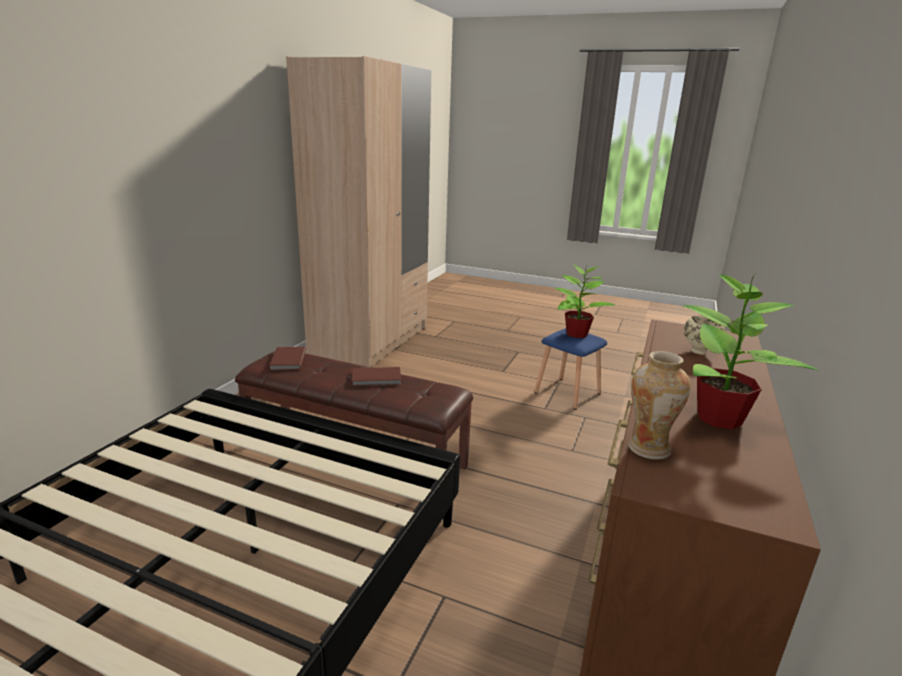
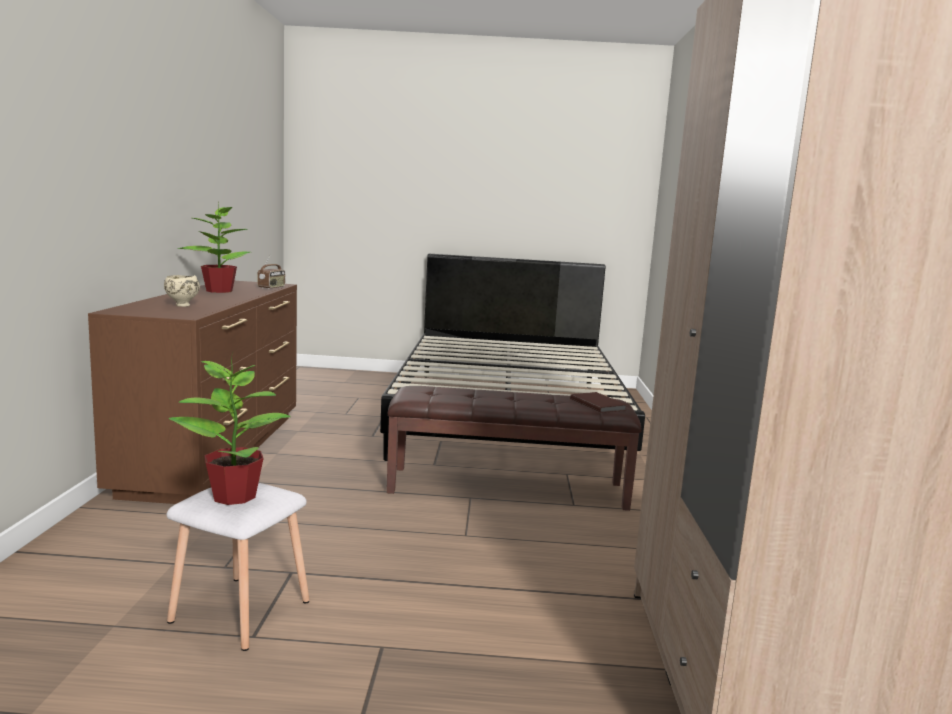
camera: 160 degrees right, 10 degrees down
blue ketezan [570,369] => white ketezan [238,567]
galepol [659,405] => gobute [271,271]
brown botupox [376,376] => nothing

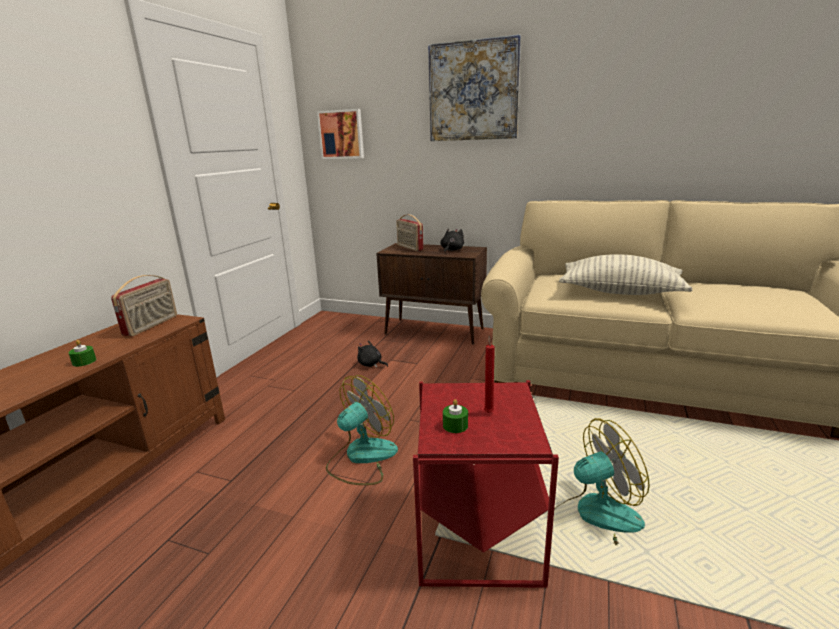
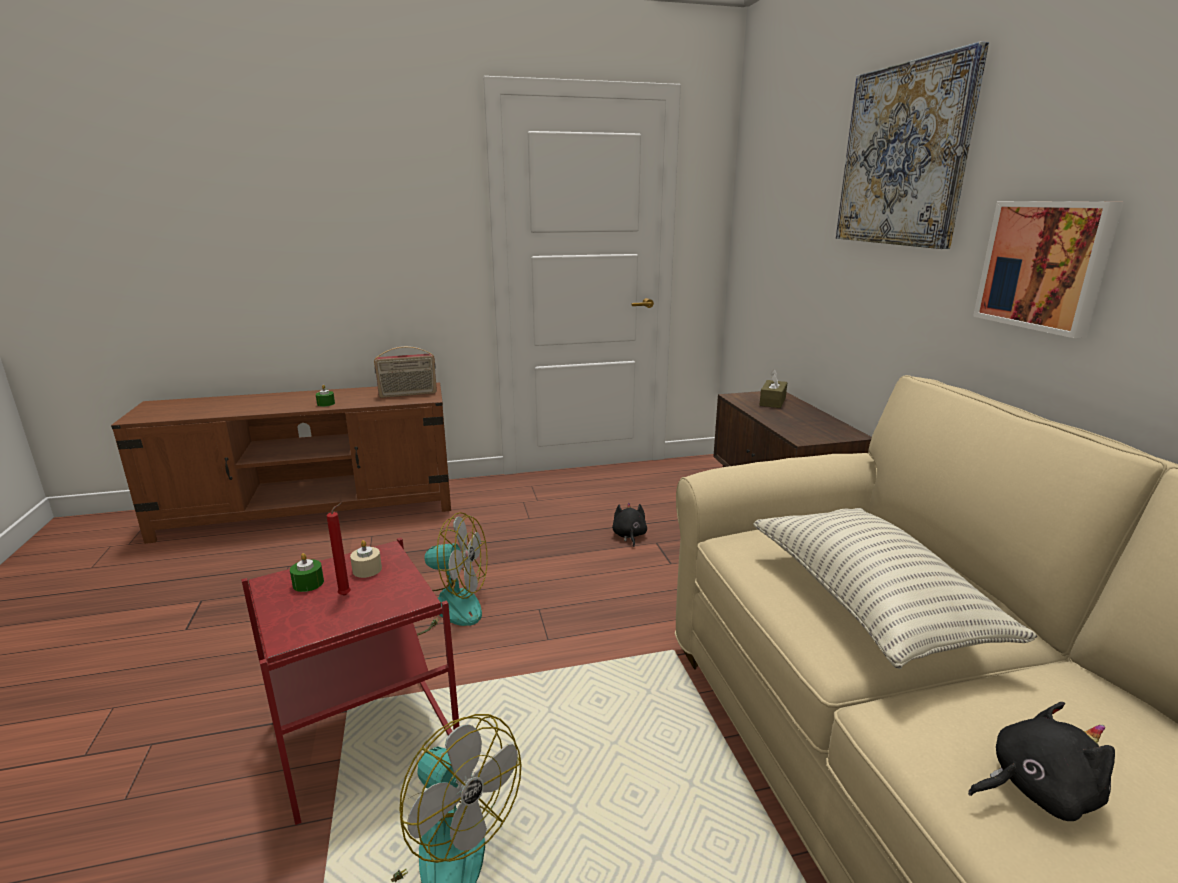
camera: 55 degrees right, 0 degrees up
nothing => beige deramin [366,559]
gobute [410,232] => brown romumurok [773,388]
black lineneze [452,240] => black lineneze [1041,761], relocated
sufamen [340,134] => sufamen [1048,269], relocated

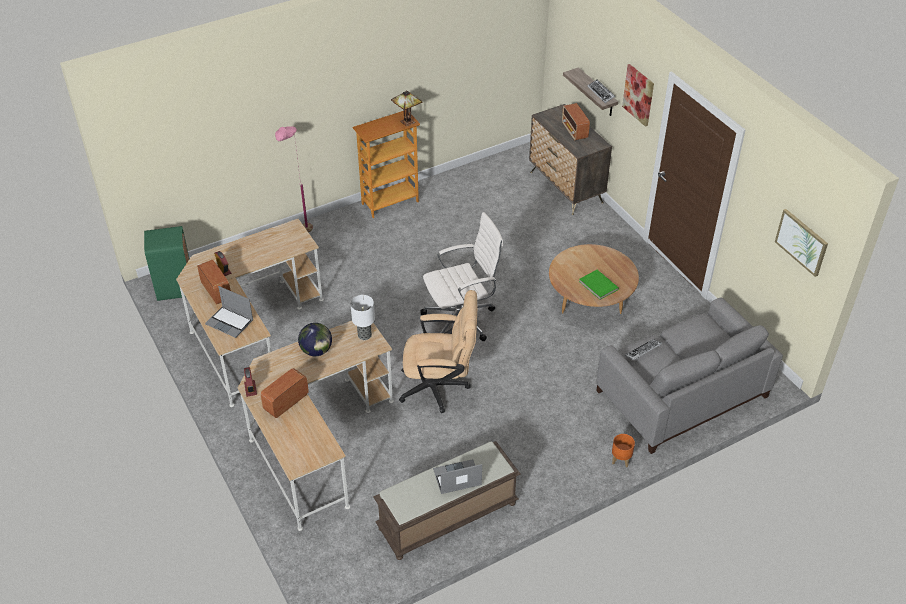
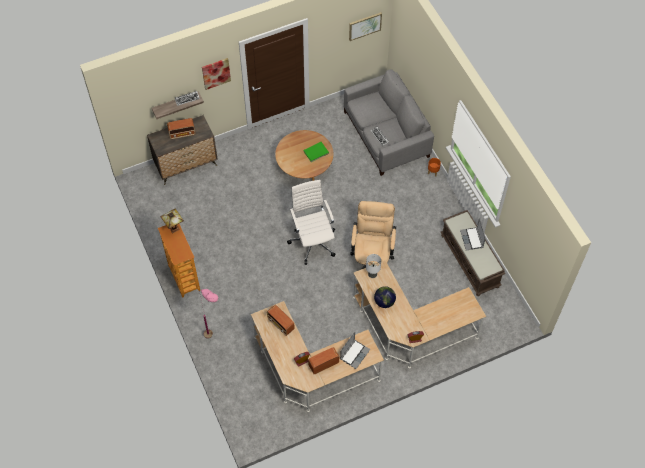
camera: 85 degrees left, 15 degrees up
gobute [284,393] => gobute [281,320], relocated
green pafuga [167,263] => nothing

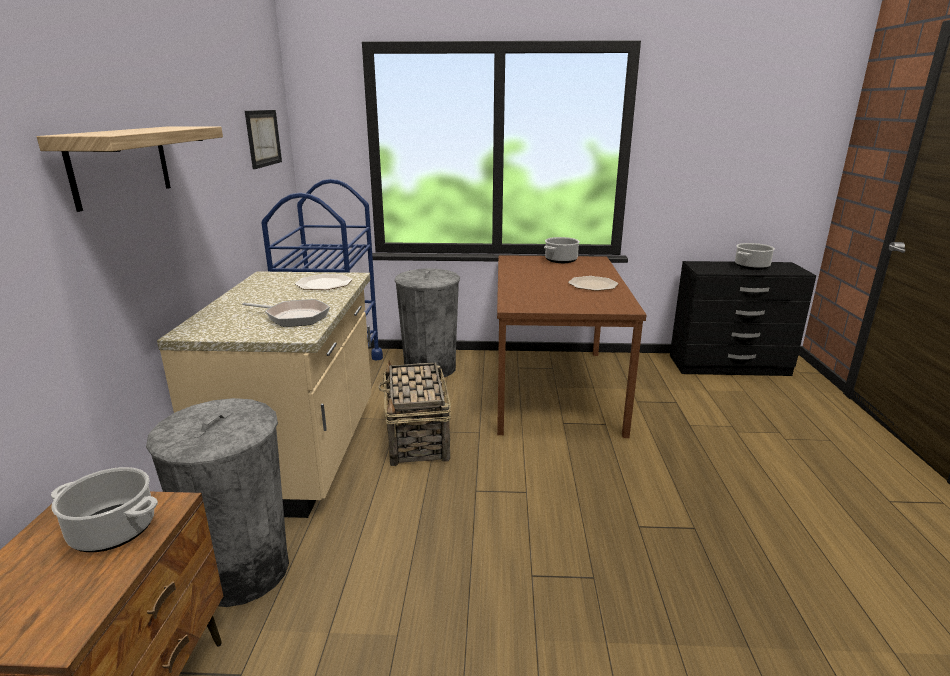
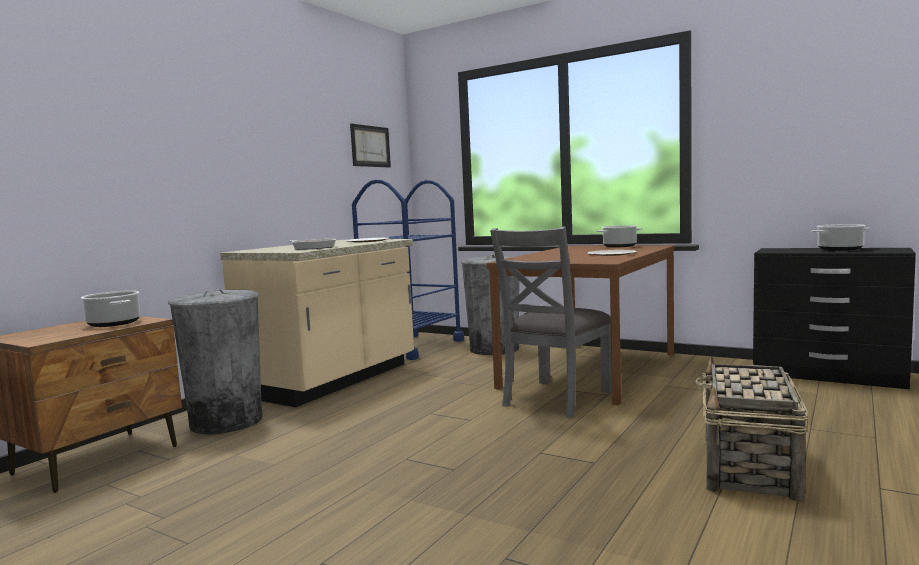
camera: 30 degrees right, 15 degrees down
nothing => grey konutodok [551,322]
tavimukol [414,413] => tavimukol [751,428], relocated
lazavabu [130,169] => nothing

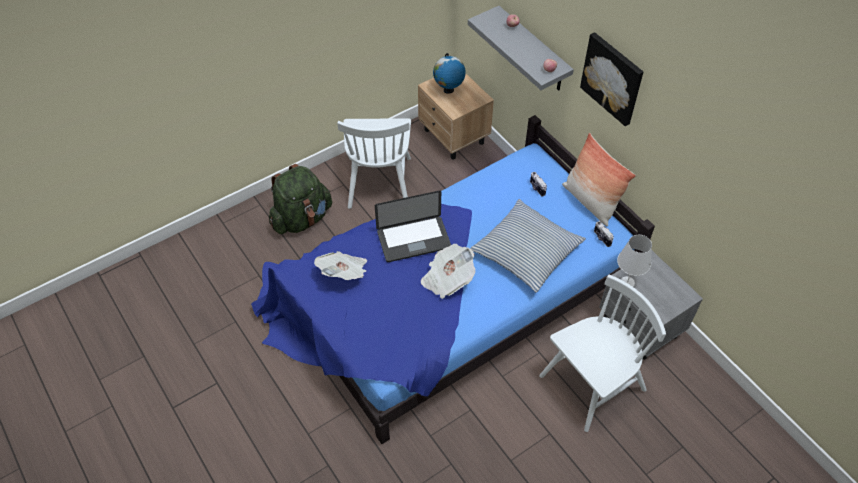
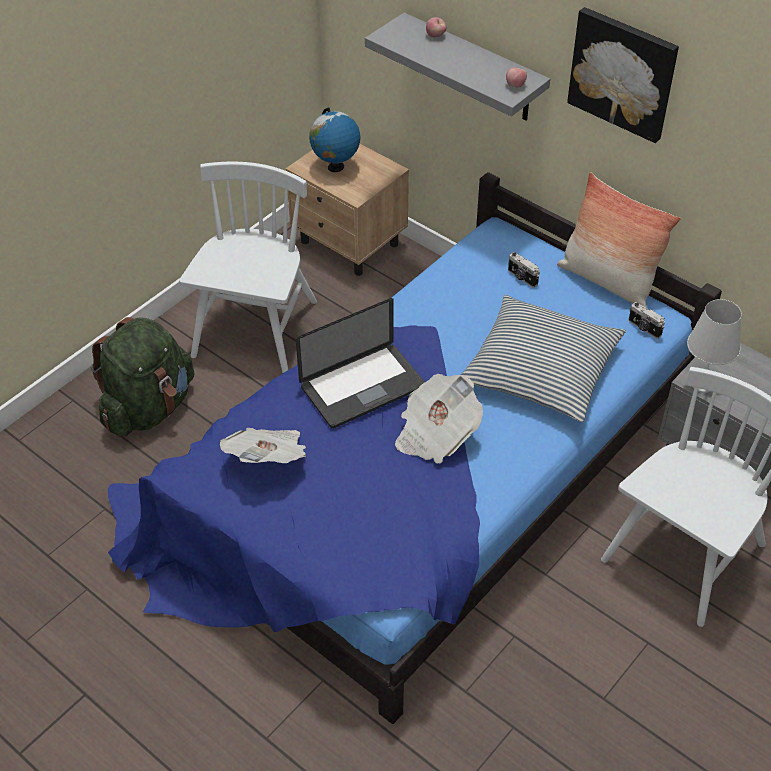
camera: 15 degrees left, 5 degrees down
white konutodok [374,163] => white konutodok [248,267], 150 degrees counterclockwise

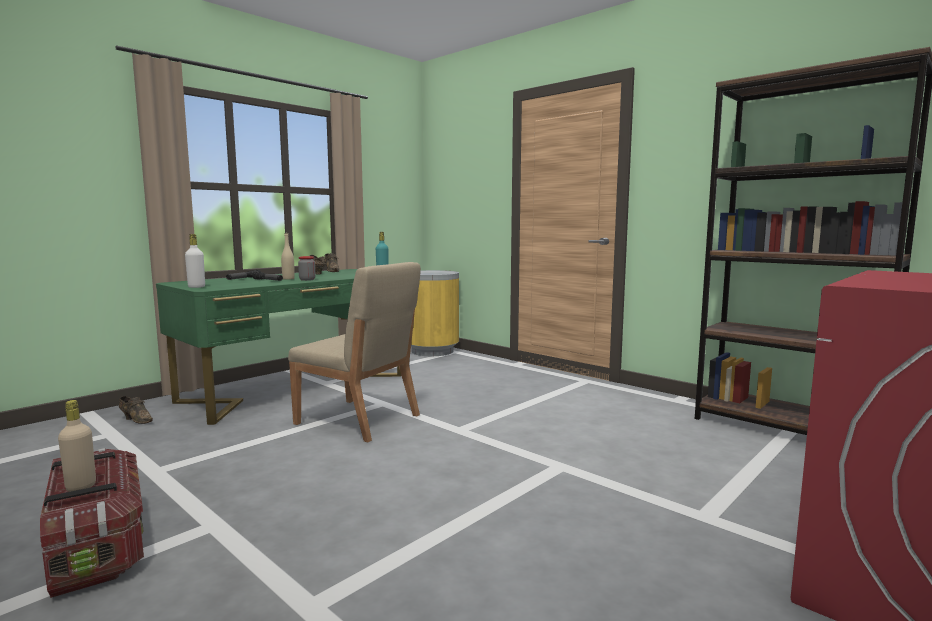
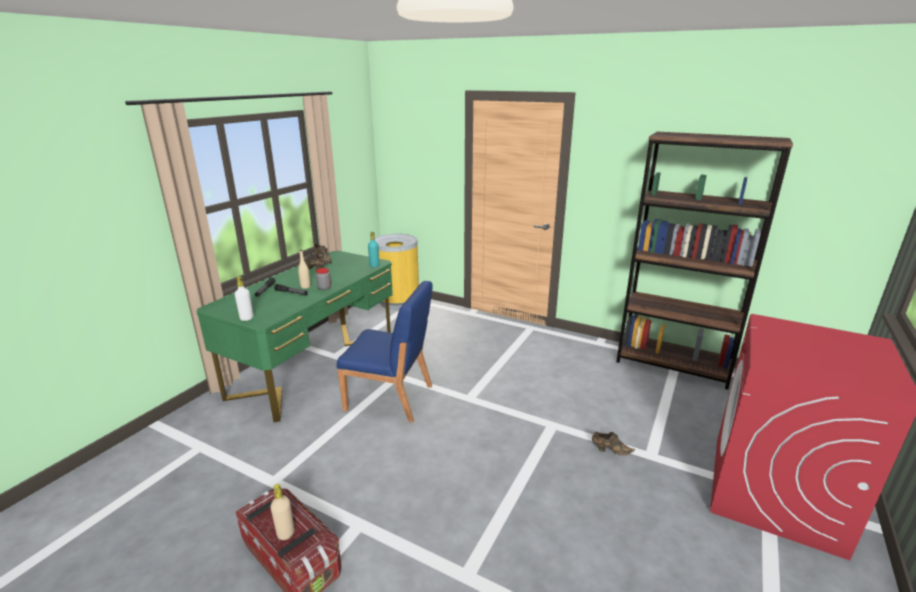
camera: 15 degrees left, 15 degrees up
beige konutodok [354,352] => blue konutodok [384,352]
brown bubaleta [136,410] => brown bubaleta [613,443], relocated

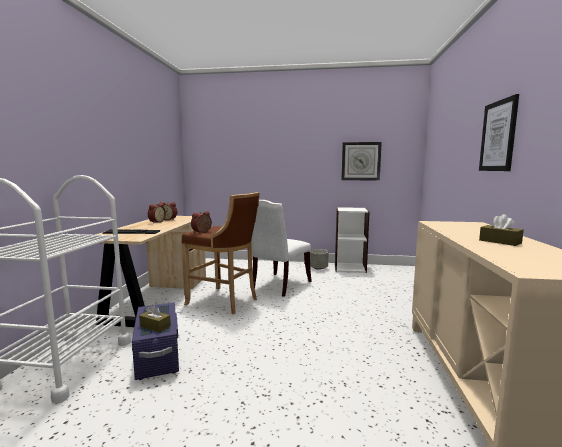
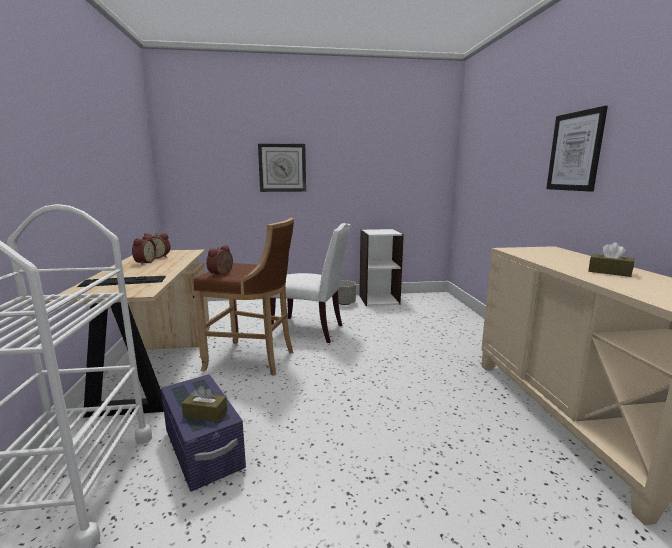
camera: 15 degrees left, 5 degrees up
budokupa [362,161] => budokupa [282,167], relocated
white konutodok [281,248] => white konutodok [310,283], 90 degrees counterclockwise

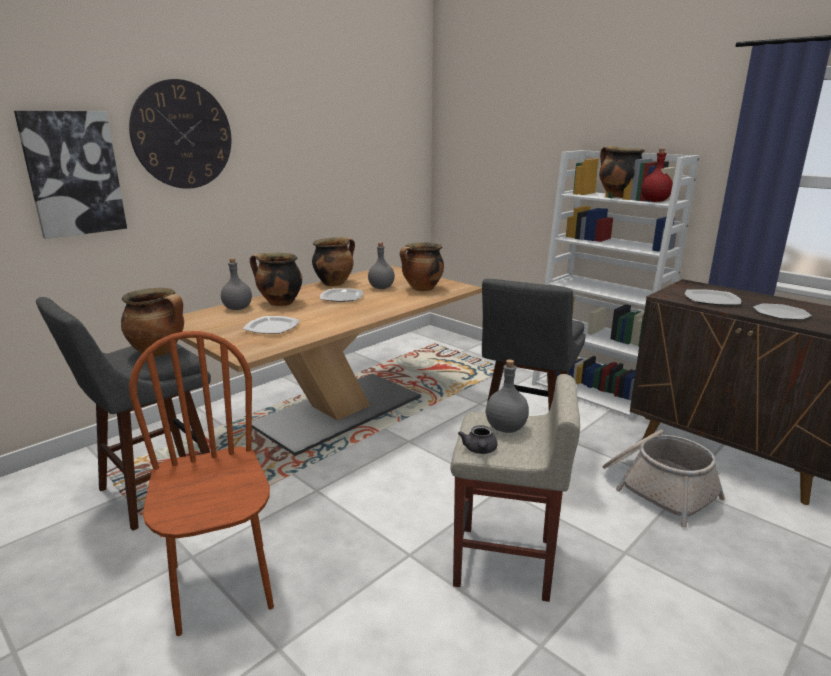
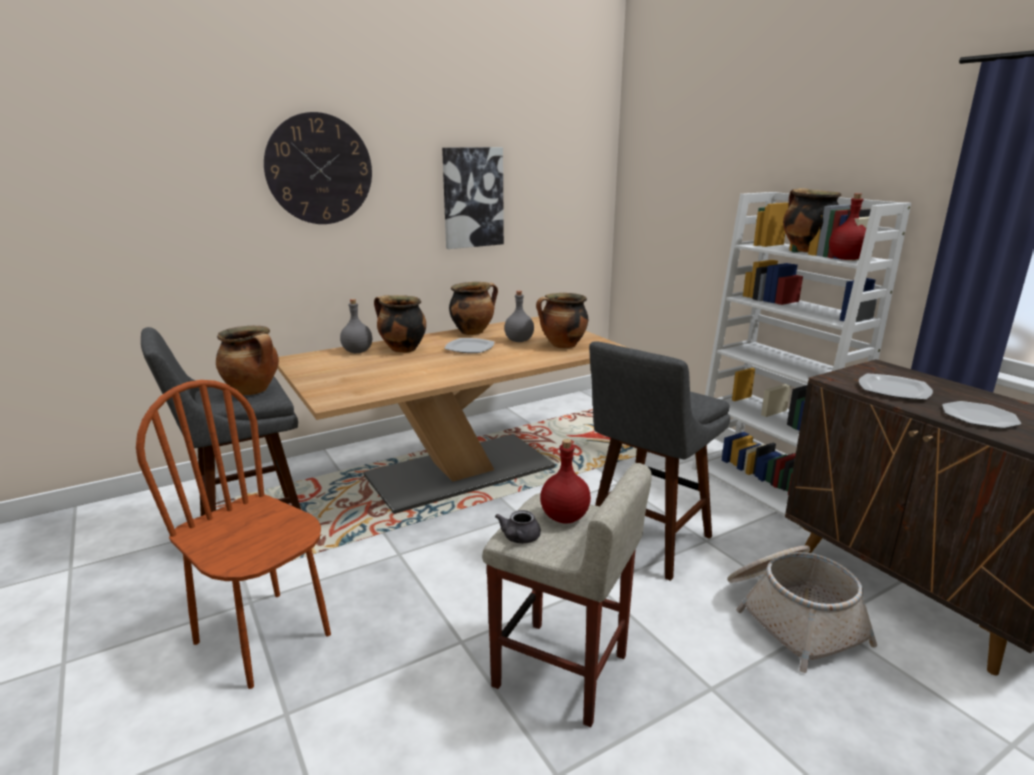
camera: 15 degrees right, 0 degrees up
brown konutodok [201,483] => brown konutodok [233,534], 45 degrees counterclockwise
sufamen [70,175] => sufamen [473,198], relocated
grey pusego [507,396] => red pusego [565,481]
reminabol [271,325] => nothing

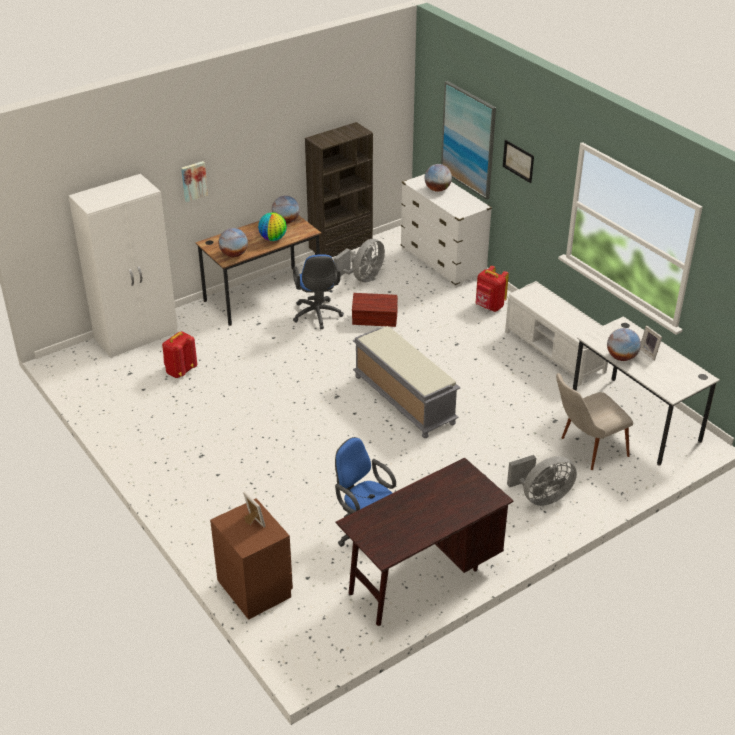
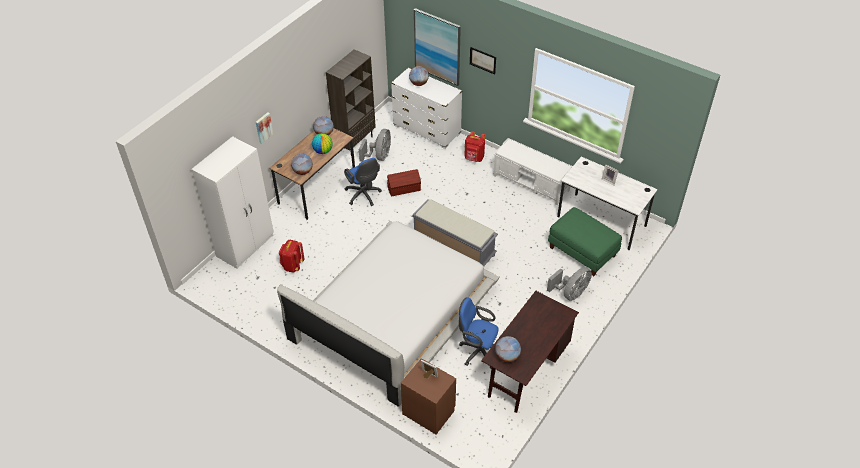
camera: 20 degrees left, 10 degrees up
nothing => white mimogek [388,314]
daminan [624,344] => daminan [508,349], relocated
beige konutodok [594,421] => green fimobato [585,241]

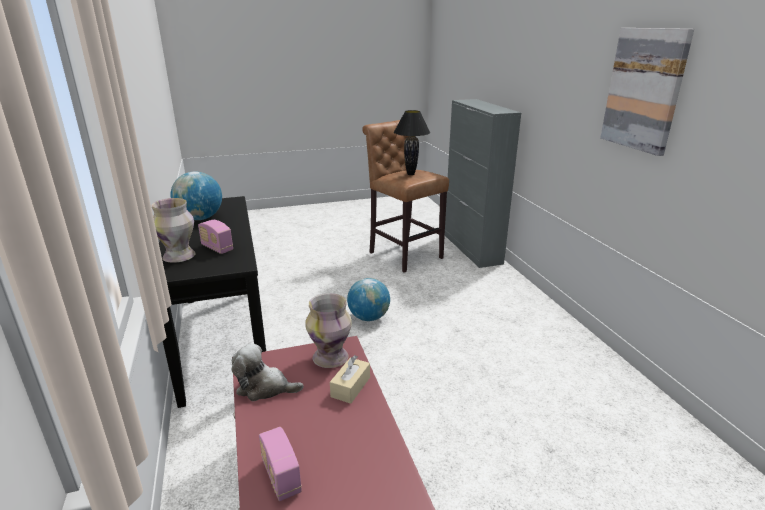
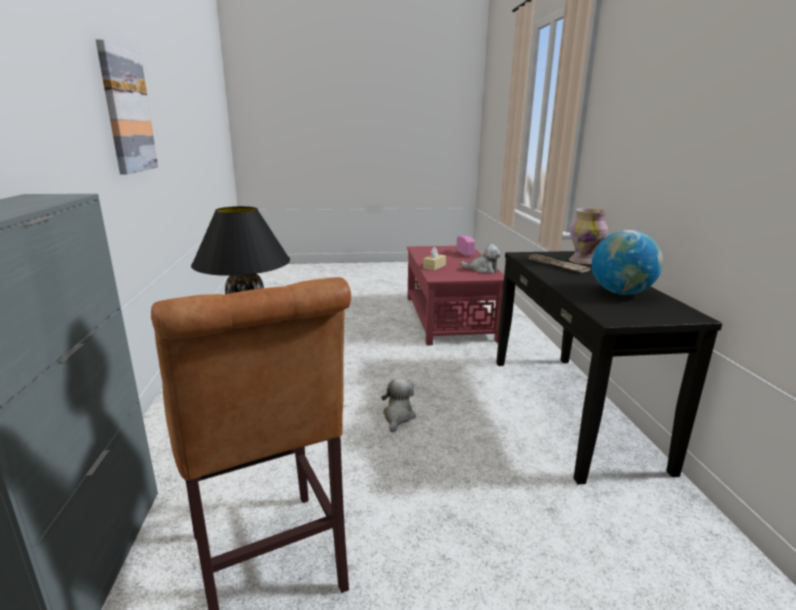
camera: 170 degrees left, 5 degrees down
daminan [368,299] => lineneze [398,405]
gobute [215,237] => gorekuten [560,263]
galepol [329,330] => nothing

